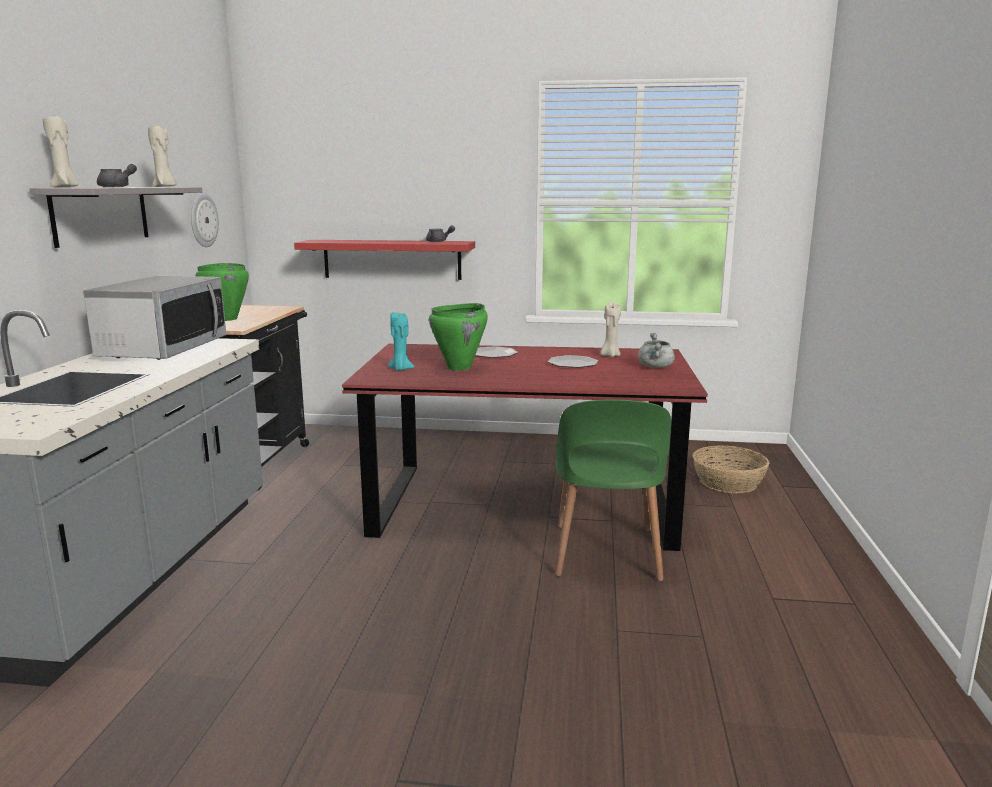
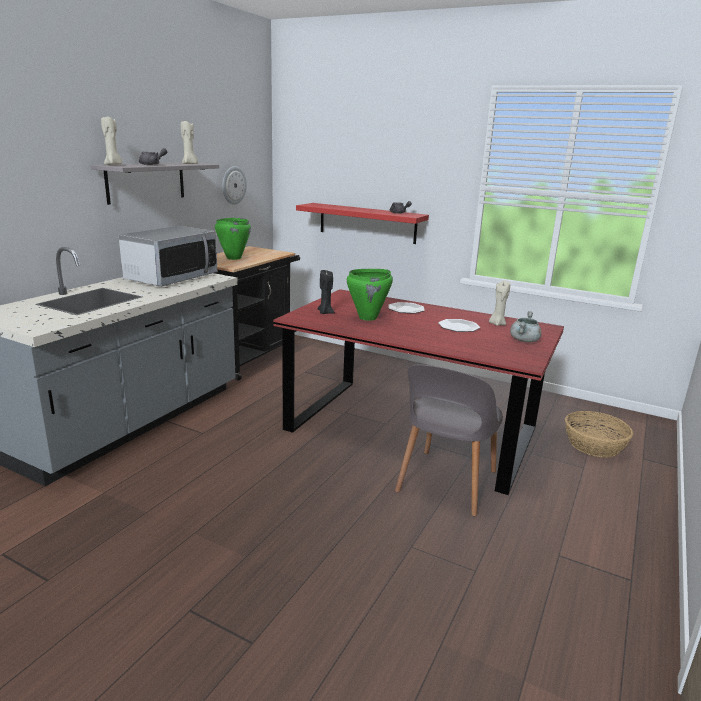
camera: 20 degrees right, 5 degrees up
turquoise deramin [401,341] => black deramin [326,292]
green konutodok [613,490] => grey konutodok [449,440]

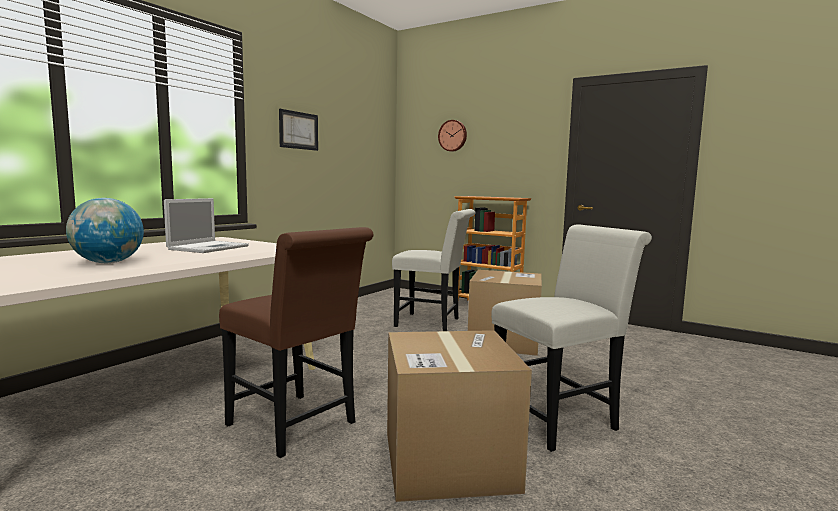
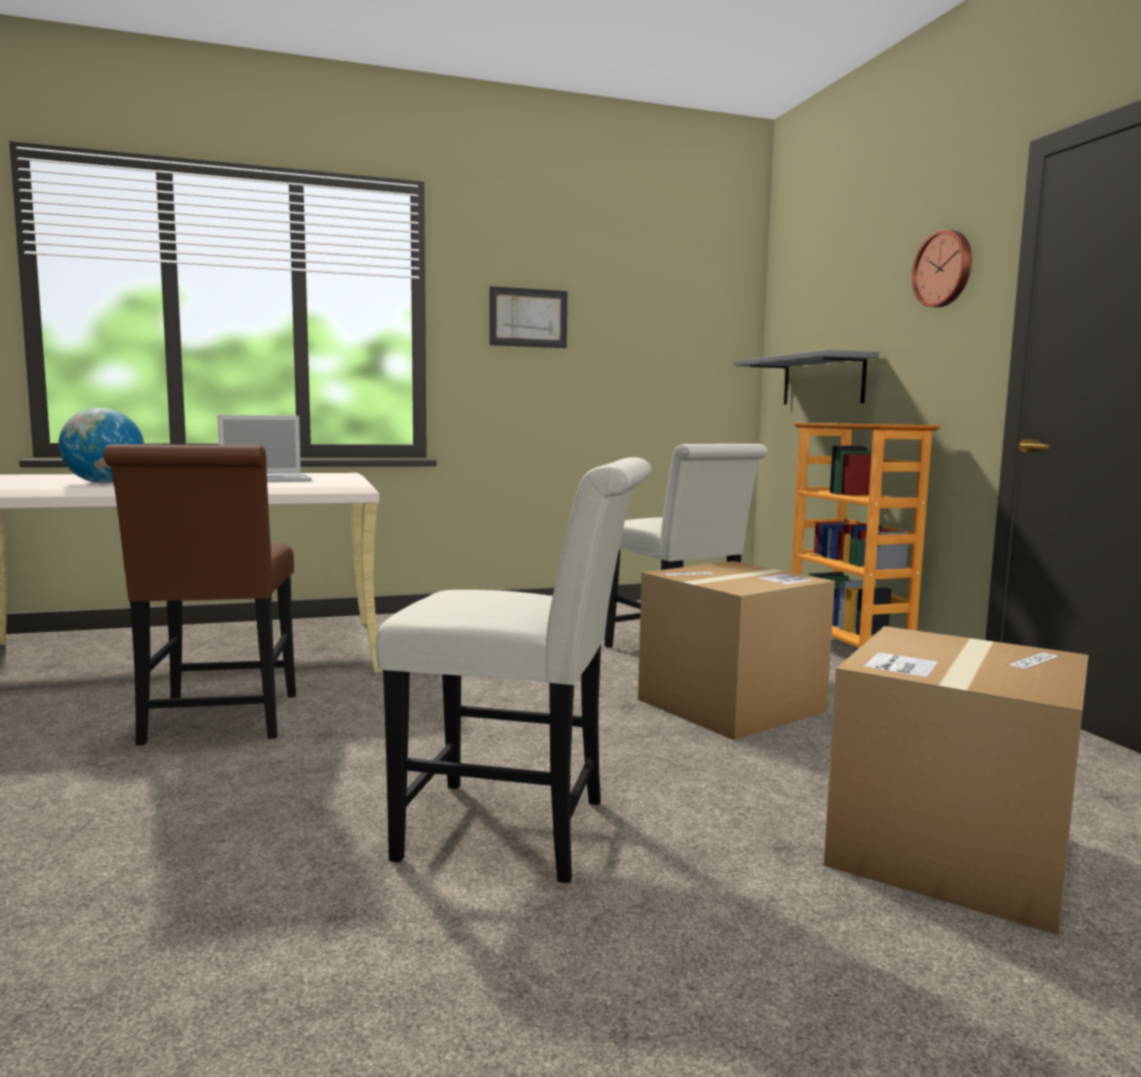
camera: 40 degrees right, 0 degrees up
nothing => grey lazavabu [806,377]
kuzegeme [459,416] => kuzegeme [956,780], relocated
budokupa [452,136] => budokupa [942,268], relocated

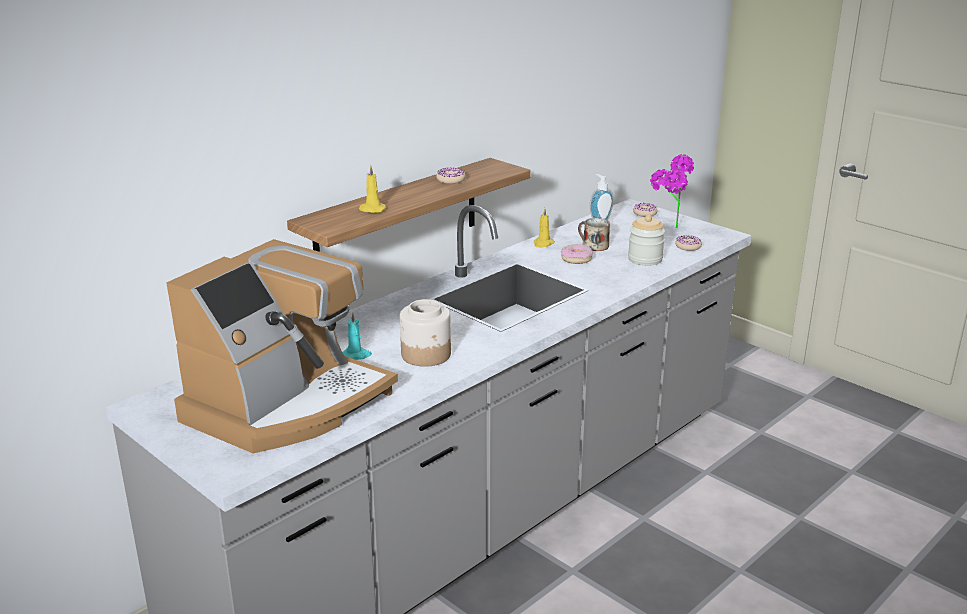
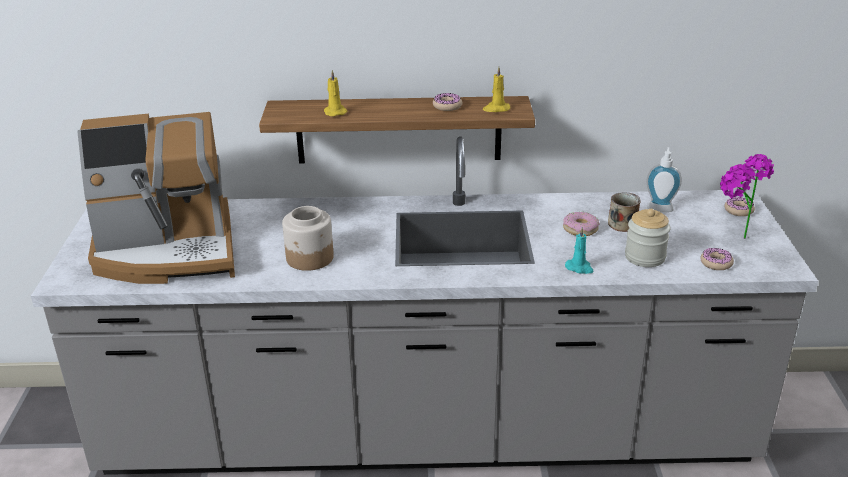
camera: 45 degrees right, 5 degrees up
yellow deramin [544,228] => yellow deramin [496,89], relocated
turquoise deramin [357,336] => turquoise deramin [579,250], relocated

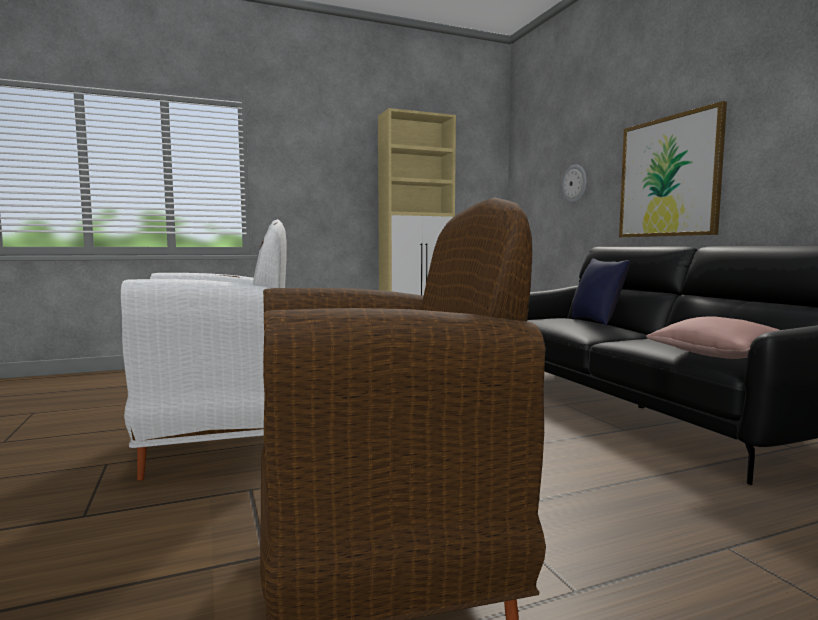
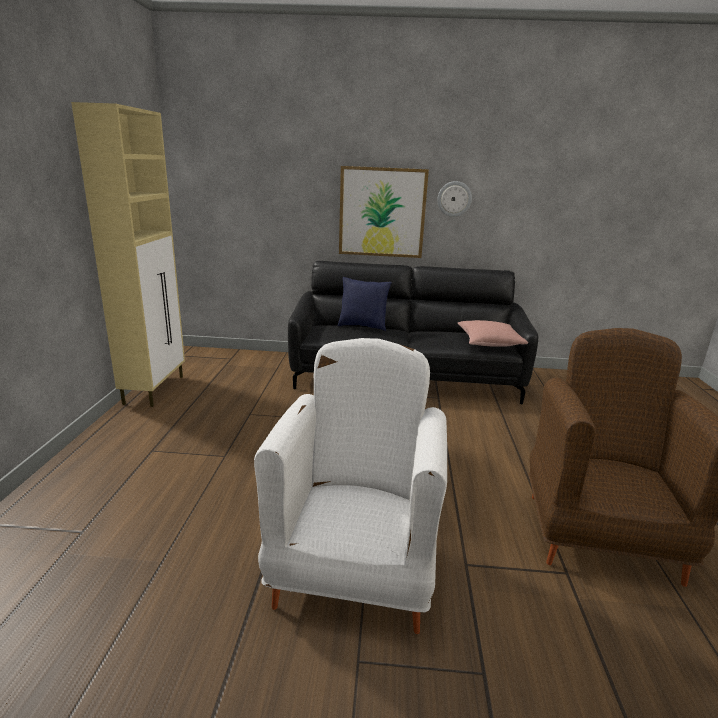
camera: 65 degrees left, 15 degrees up
budokupa [574,184] => budokupa [454,199], relocated

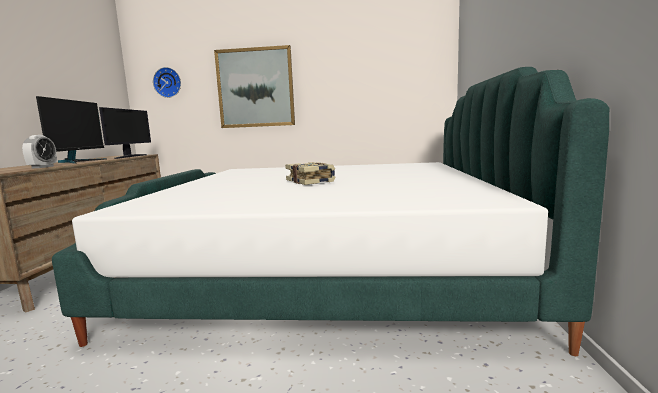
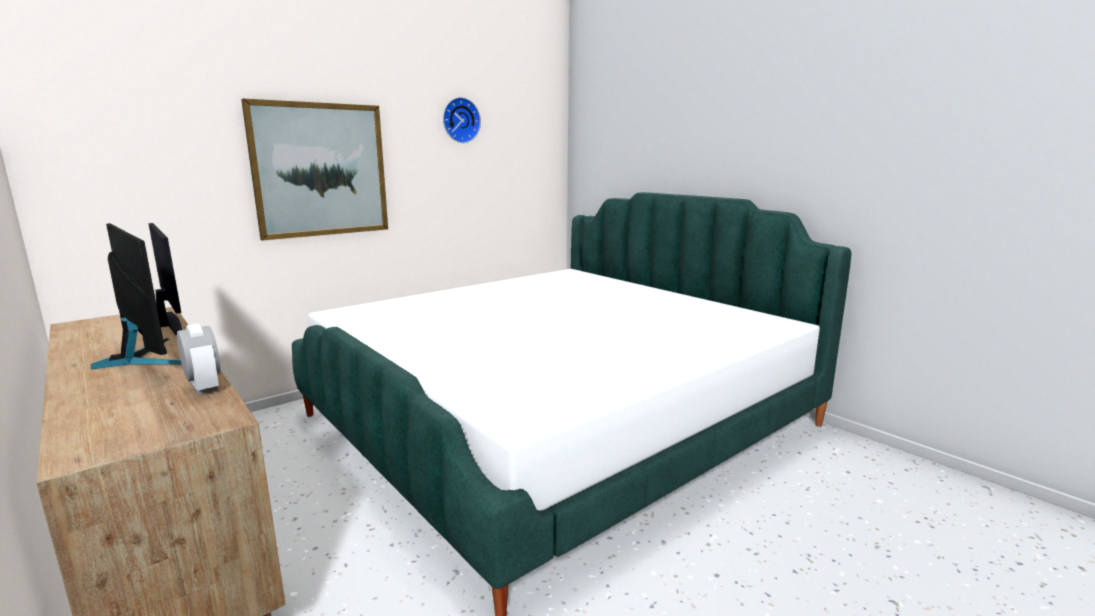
camera: 45 degrees left, 5 degrees up
budokupa [167,82] => budokupa [462,120], relocated
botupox [310,173] => nothing

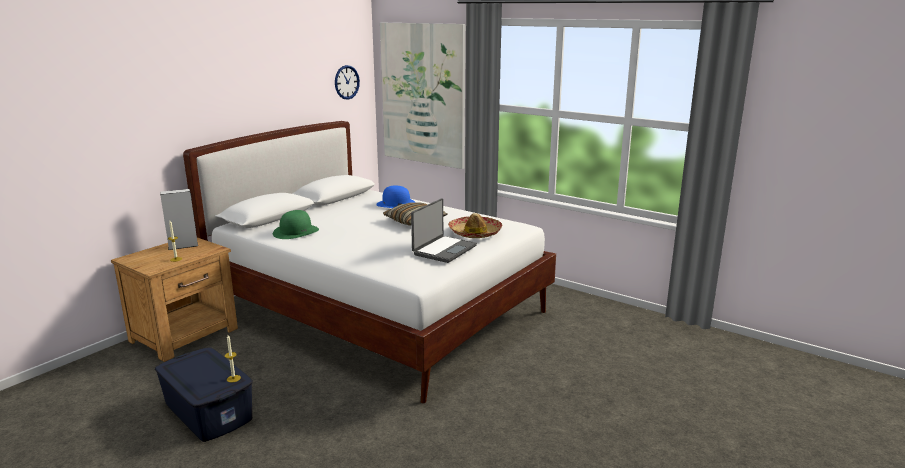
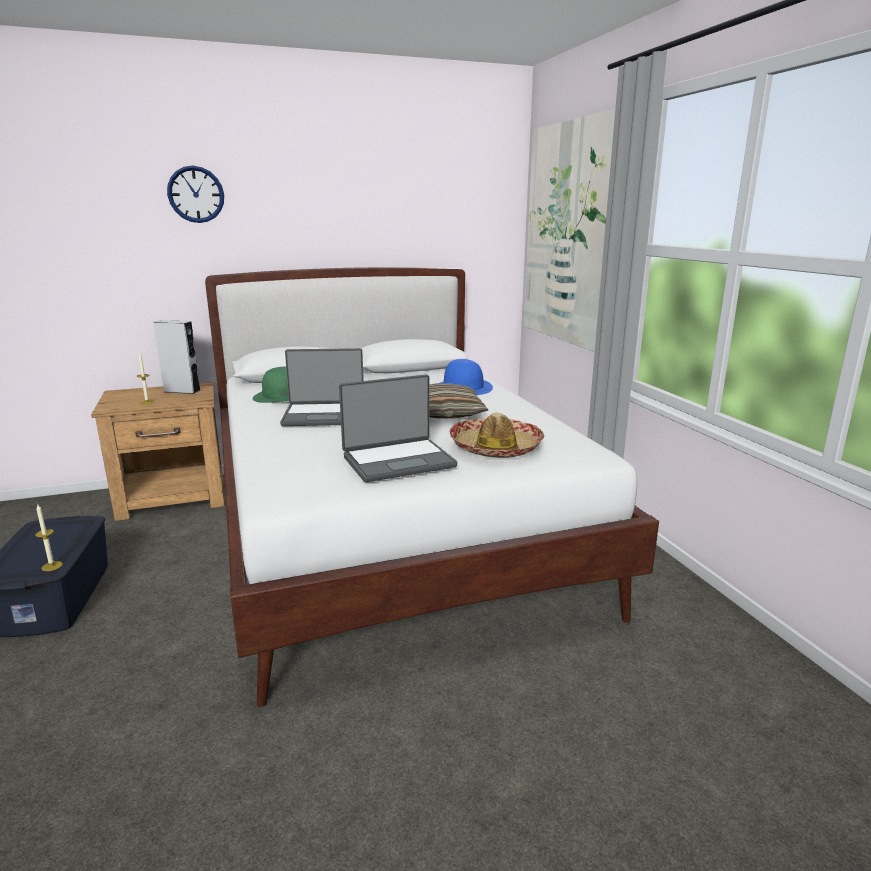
camera: 35 degrees right, 0 degrees up
budokupa [347,82] => budokupa [195,194], relocated
nothing => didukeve [322,387]

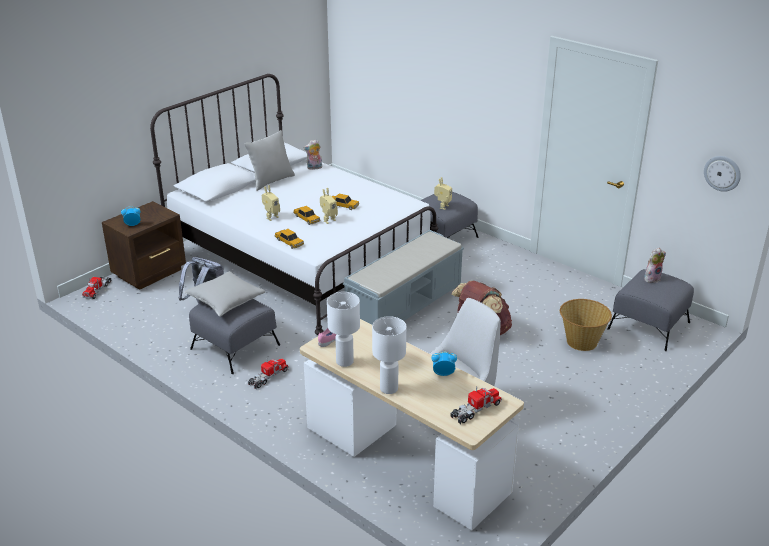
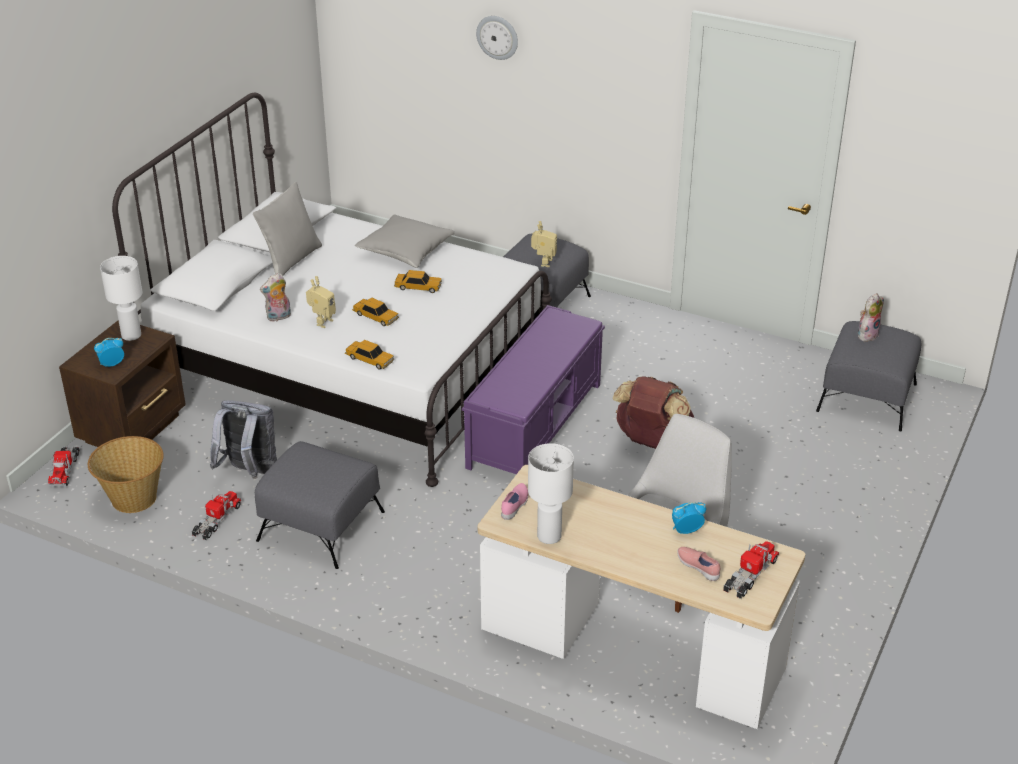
camera: 15 degrees left, 5 degrees up
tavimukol [586,325] => tavimukol [126,474], relocated
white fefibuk [389,355] => white fefibuk [121,298], relocated
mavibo [268,374] => mavibo [216,515], relocated
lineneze [313,155] => lineneze [275,297], relocated
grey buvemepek [225,294] => grey buvemepek [405,241], relocated
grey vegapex [403,277] => purple vegapex [533,389]
budokupa [722,174] => budokupa [497,38], relocated
nothing => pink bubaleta [698,564]
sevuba [329,206] => nothing

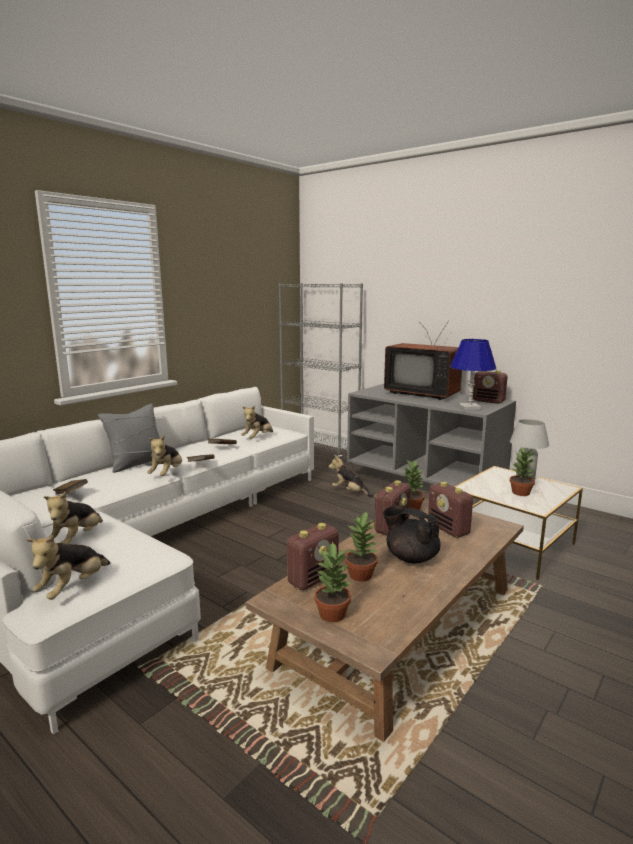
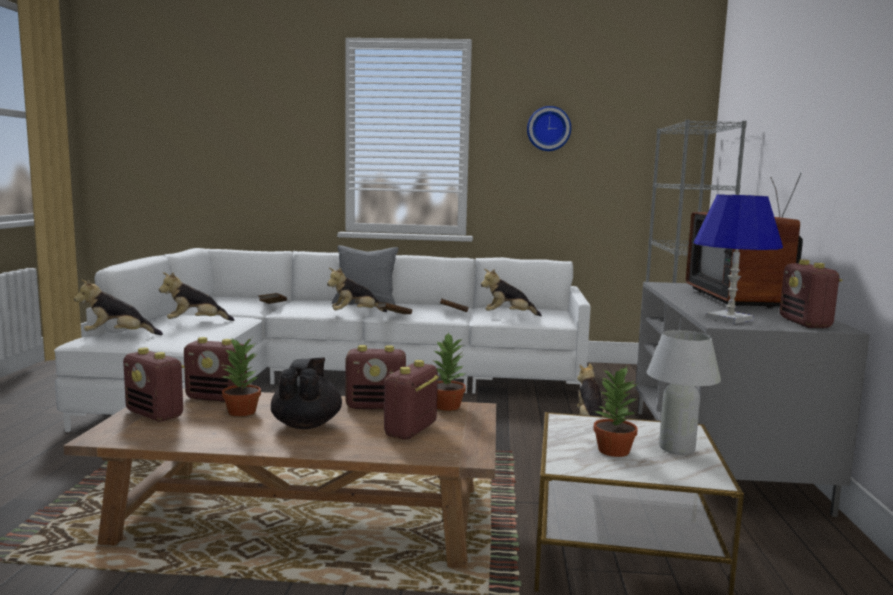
camera: 55 degrees right, 5 degrees down
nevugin [333,582] => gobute [154,384]
nothing => budokupa [549,128]

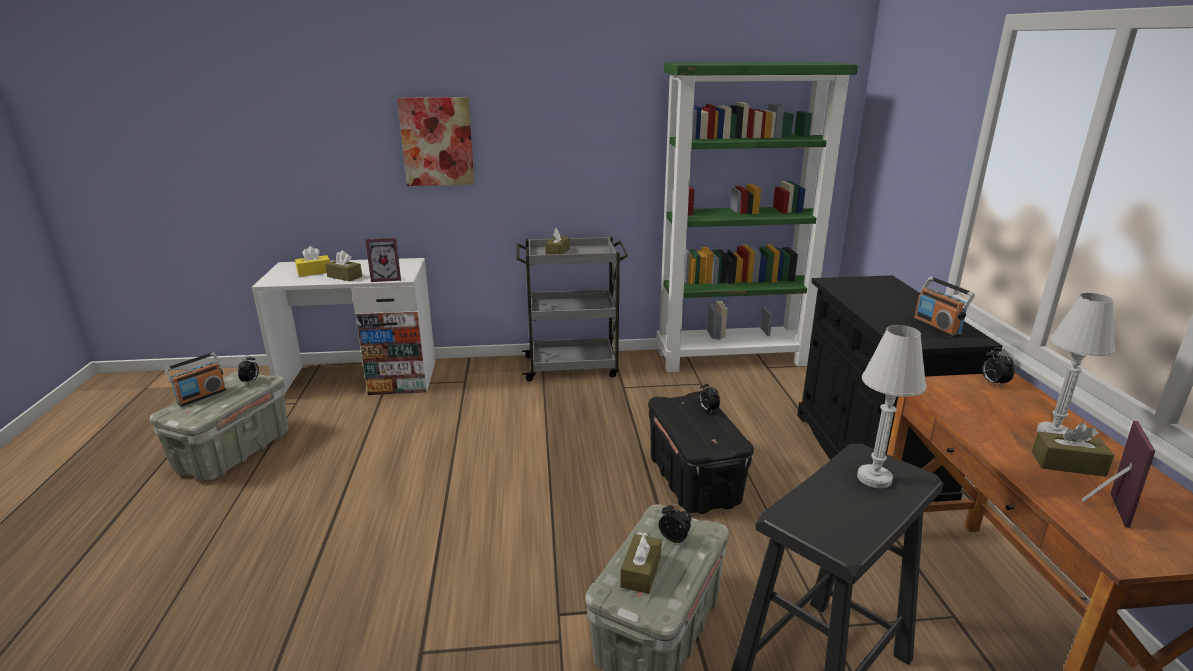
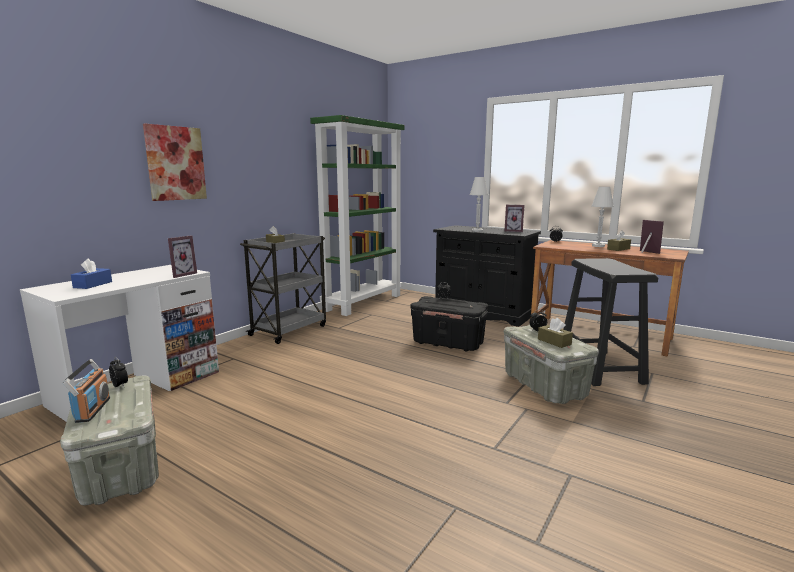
camera: 50 degrees left, 10 degrees down
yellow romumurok [312,261] => blue romumurok [91,273]
white fefibuk [891,406] => white fefibuk [479,204], relocated
gobute [944,306] => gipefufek [514,218]
brown romumurok [343,266] => nothing

